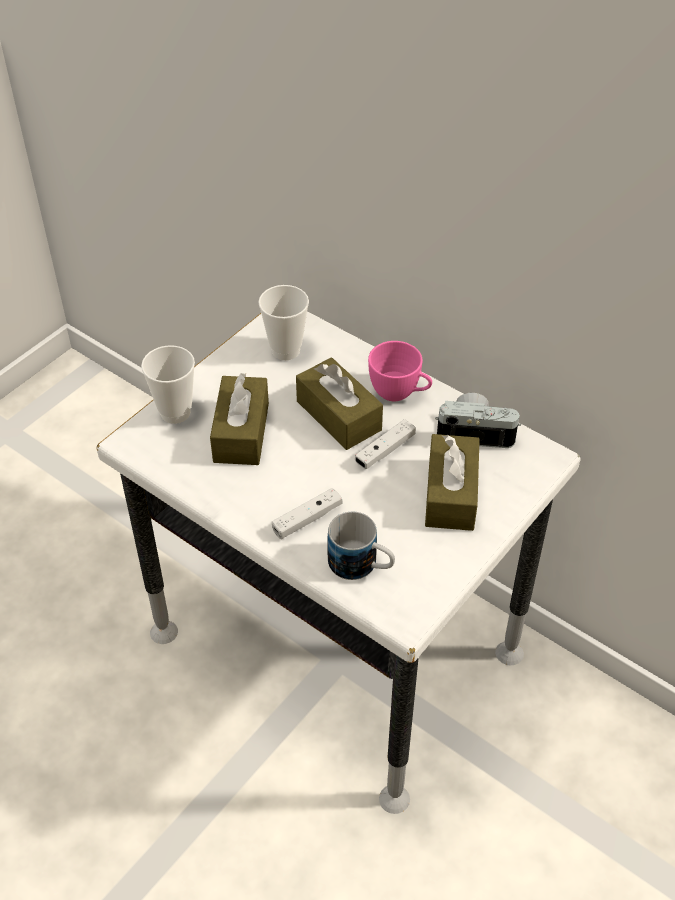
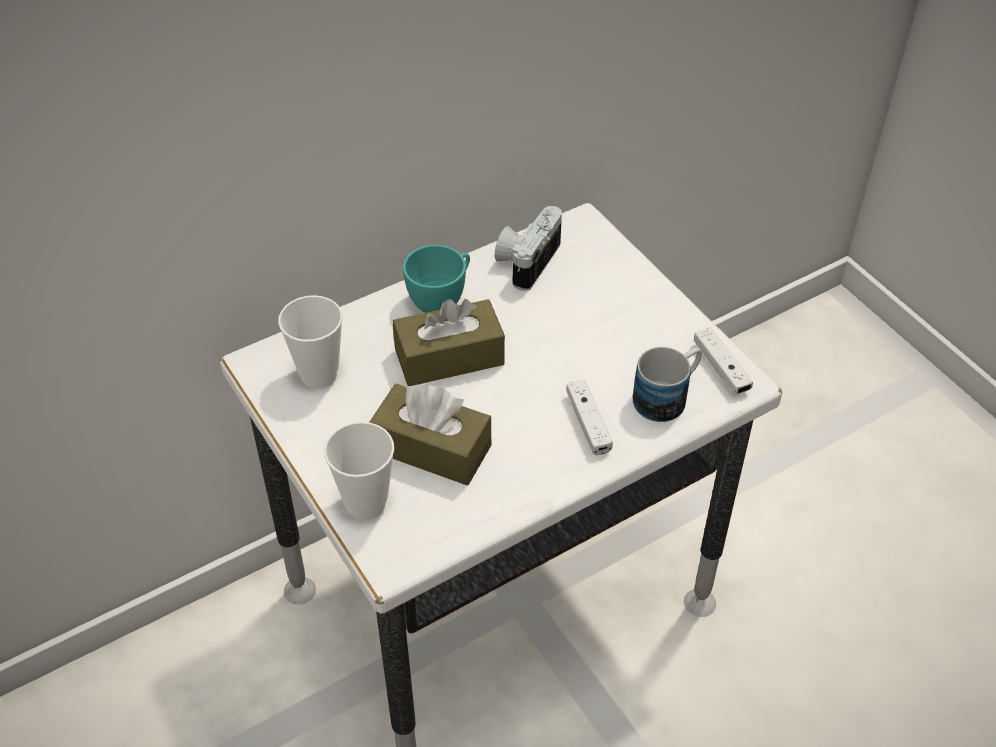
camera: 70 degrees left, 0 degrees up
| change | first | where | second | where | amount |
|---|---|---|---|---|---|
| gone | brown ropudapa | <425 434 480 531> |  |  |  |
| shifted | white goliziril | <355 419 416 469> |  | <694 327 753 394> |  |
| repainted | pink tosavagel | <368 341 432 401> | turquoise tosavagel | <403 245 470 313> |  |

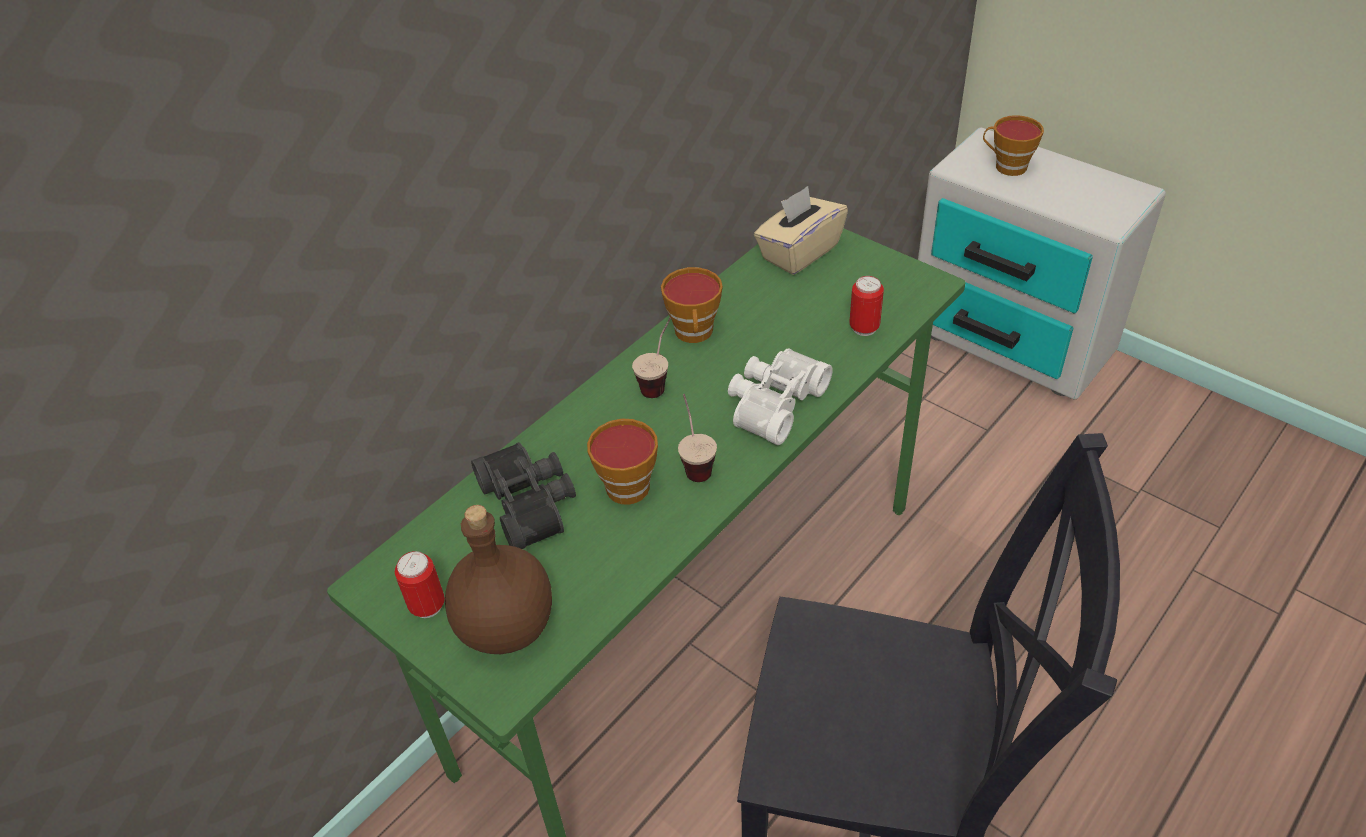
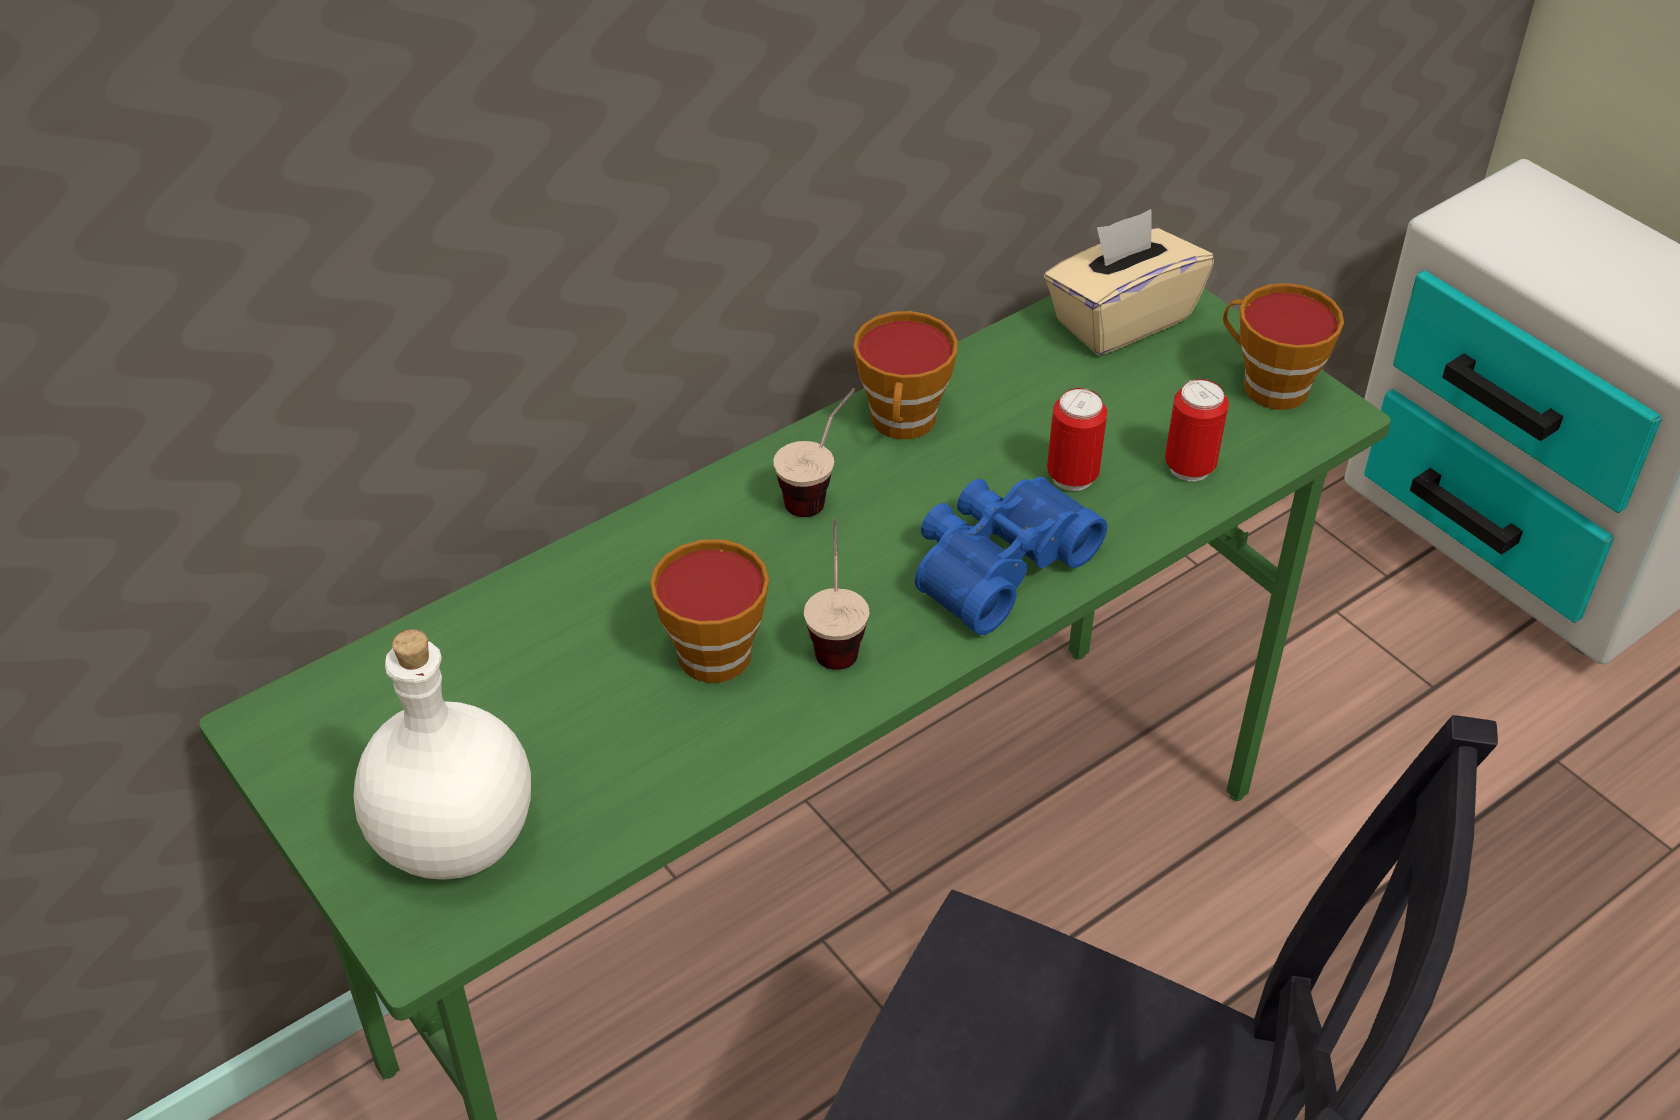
camera: 10 degrees right, 0 degrees up
| change | first | where | second | where | amount |
|---|---|---|---|---|---|
| gone | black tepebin | <471 442 576 549> |  |  |  |
| shifted | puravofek | <395 551 445 618> |  | <1047 388 1107 491> |  |
| shifted | tosavagel | <983 115 1044 176> |  | <1223 283 1344 410> |  |
| repainted | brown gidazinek | <445 505 552 654> | white gidazinek | <354 629 531 880> |  |
| repainted | white tepebin | <728 348 833 445> | blue tepebin | <915 477 1107 635> |  |

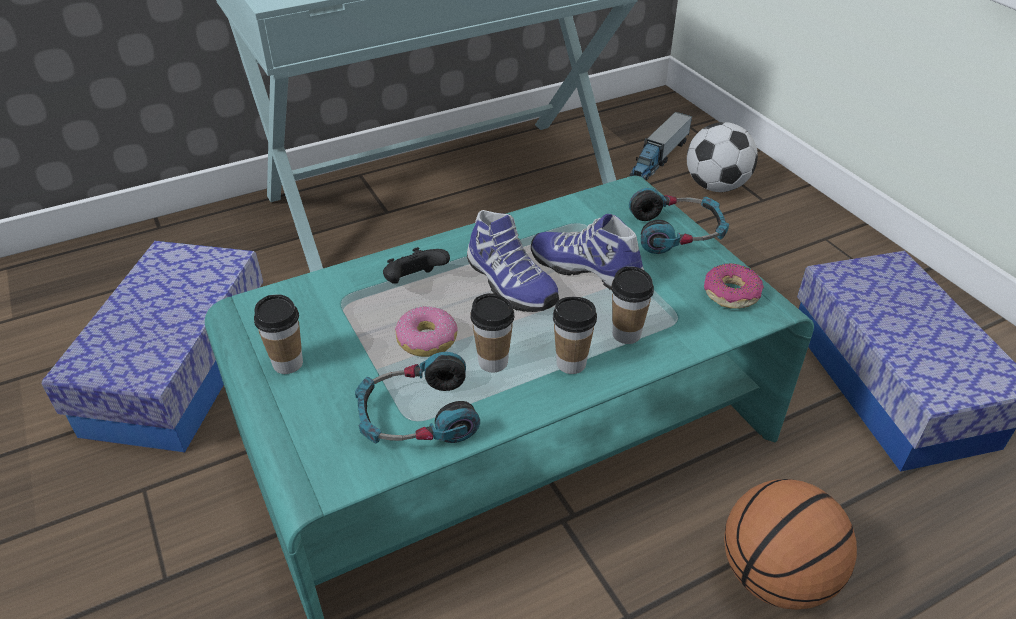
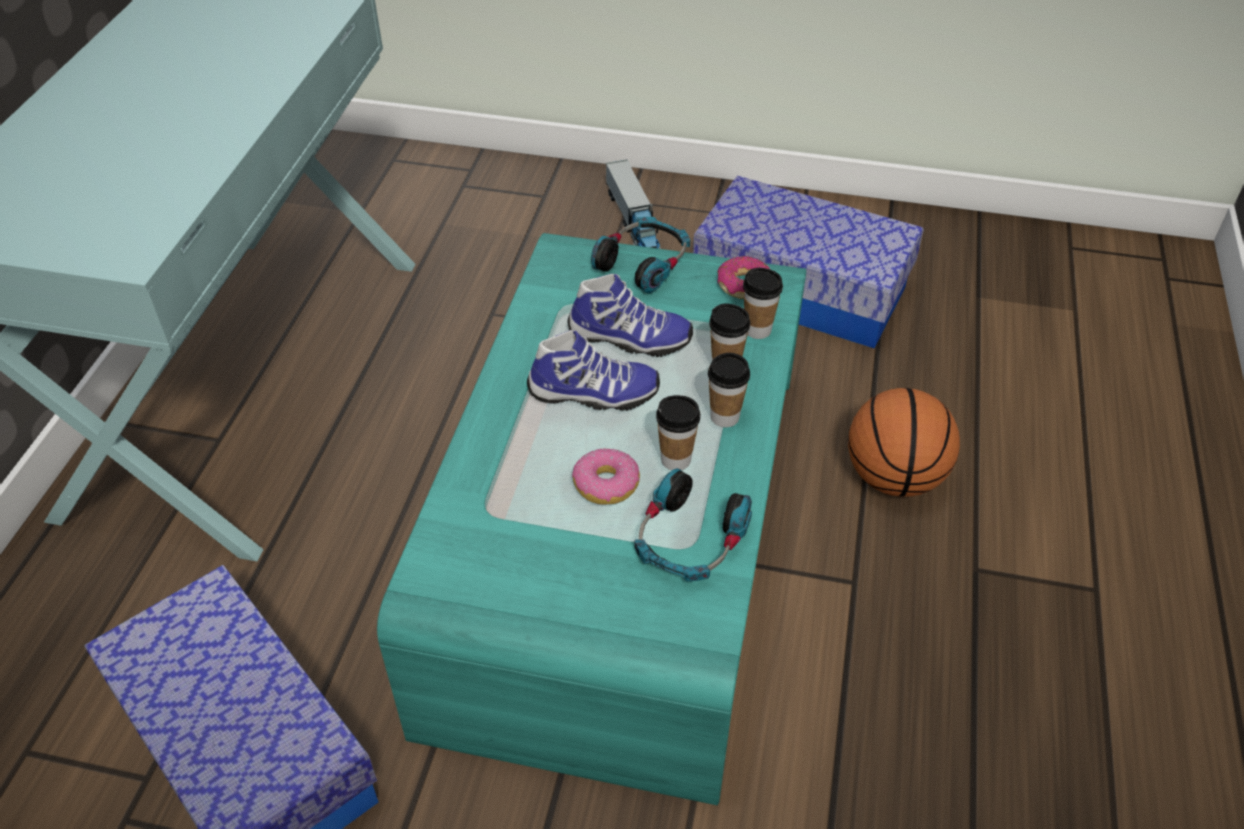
camera: 50 degrees left, 5 degrees up
| change | first | where | second | where | amount |
|---|---|---|---|---|---|
| gone | black goliziril | <383 247 450 284> |  |  |  |
| gone | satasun | <687 122 758 192> |  |  |  |
| shifted | tosavagel | <254 294 303 374> |  | <743 268 783 339> |  |
| shifted | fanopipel | <629 112 692 180> |  | <606 160 661 249> |  |
| rotated | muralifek | <531 214 644 290> |  | <568 273 693 357> | 150 degrees counterclockwise |

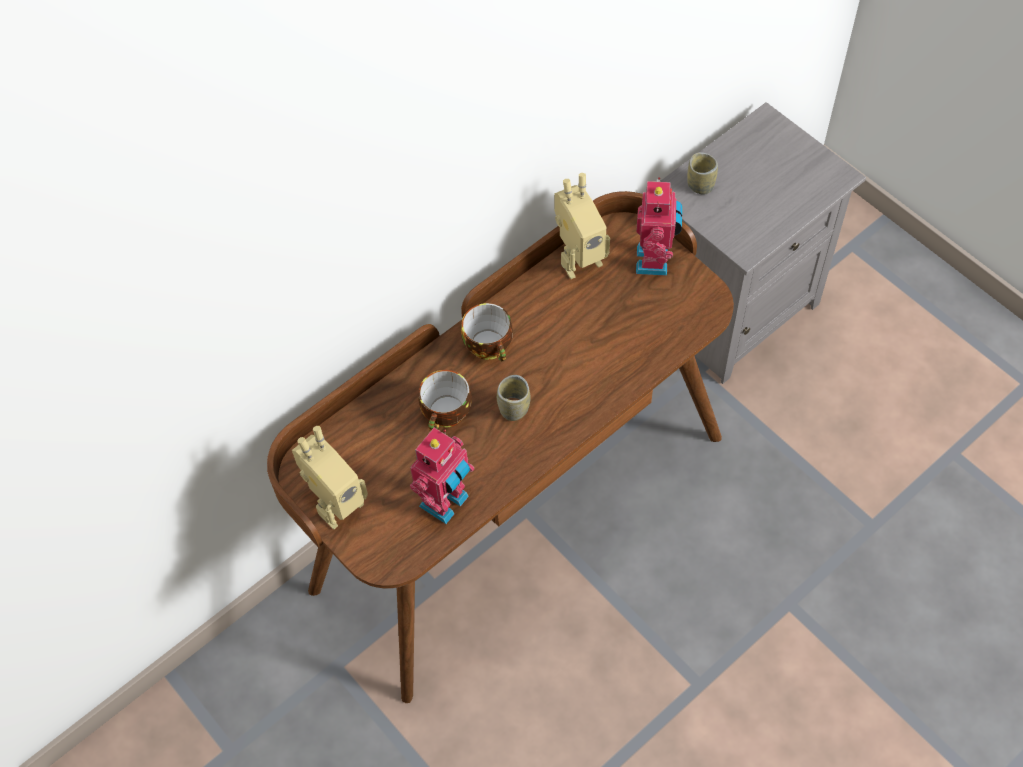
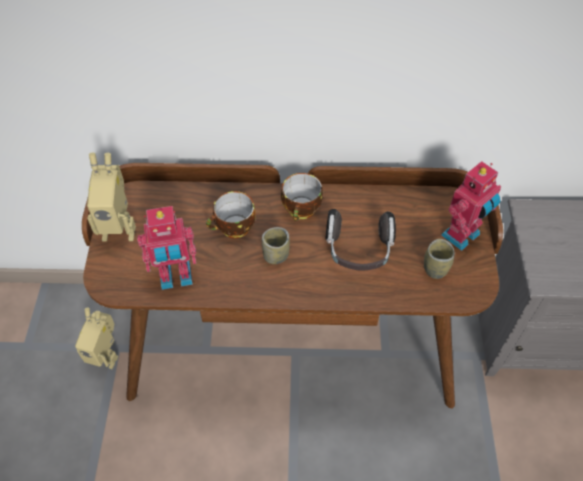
camera: 40 degrees right, 5 degrees down
| change | first | where | second | where | amount |
|---|---|---|---|---|---|
| new |  |  | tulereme | <326 209 396 271> |  |
| shifted | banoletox | <554 173 610 279> |  | <75 308 118 369> |  |
| shifted | tosavagel | <687 152 718 195> |  | <424 239 455 279> |  |

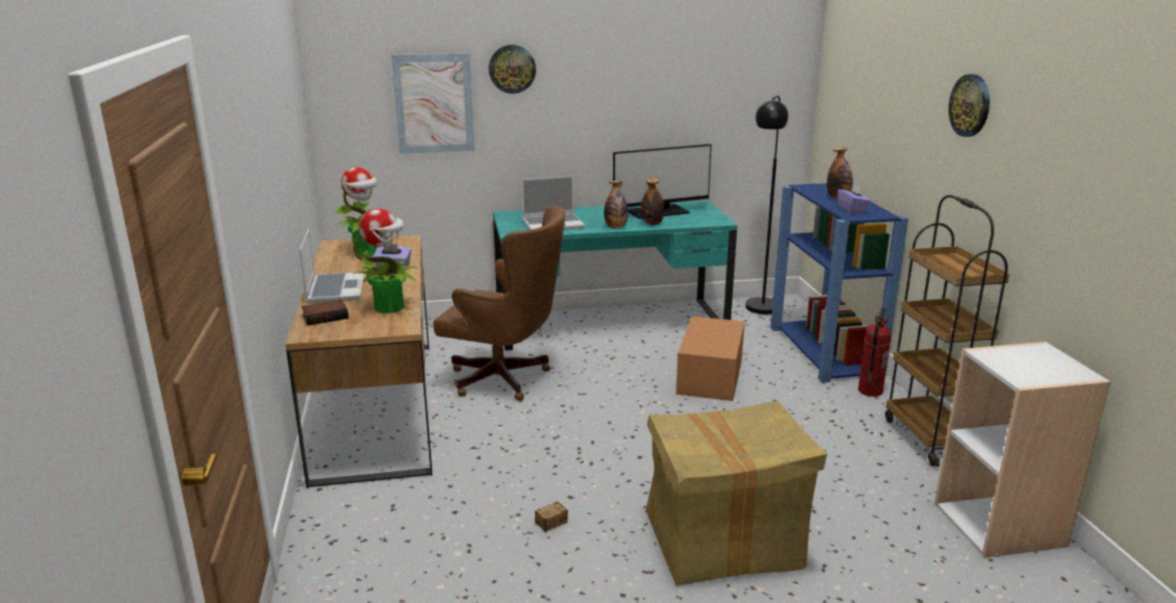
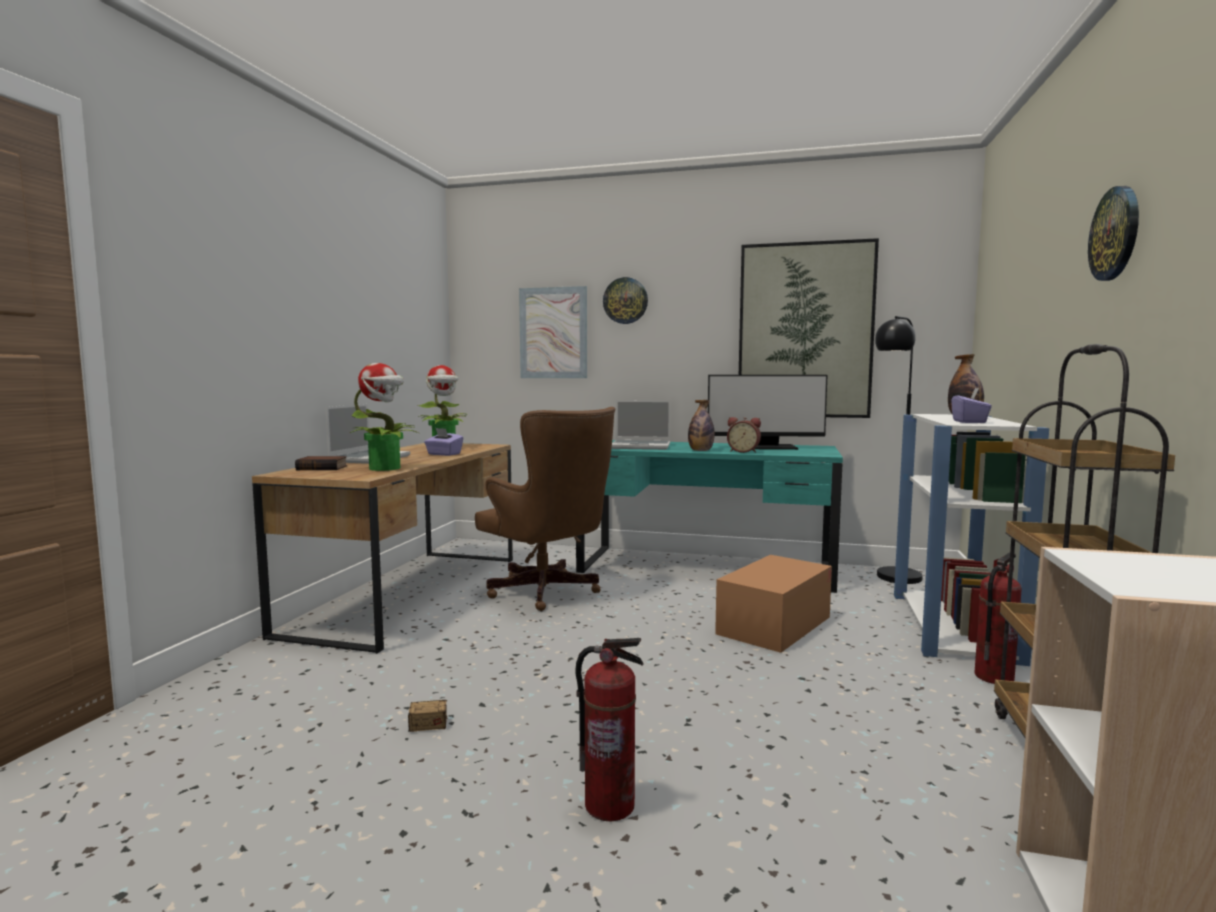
camera: 25 degrees right, 15 degrees down
| change | first | where | second | where | amount |
|---|---|---|---|---|---|
| new |  |  | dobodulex | <739 238 879 418> |  |
| swapped | gidazinek | <640 178 664 225> | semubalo | <727 417 761 453> |  |
| swapped | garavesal | <646 401 827 586> | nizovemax | <575 638 644 821> |  |
| repainted | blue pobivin | <770 183 908 383> | white pobivin | <894 414 1049 666> |  |

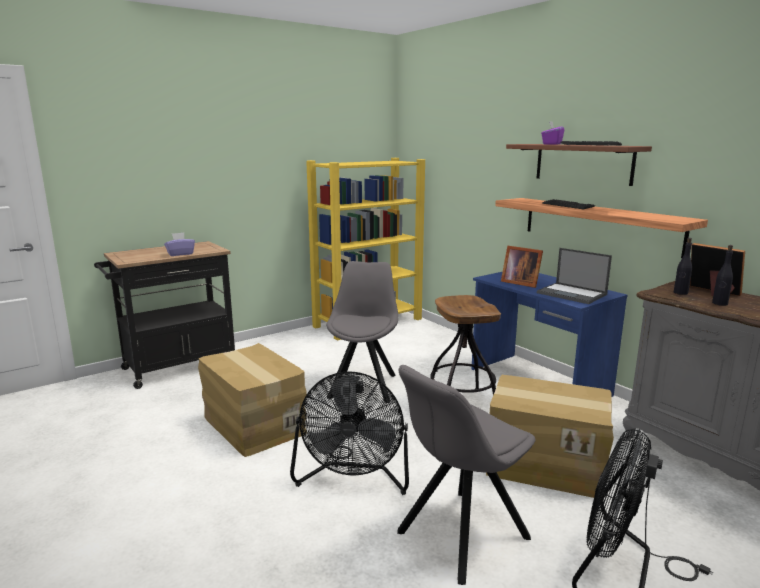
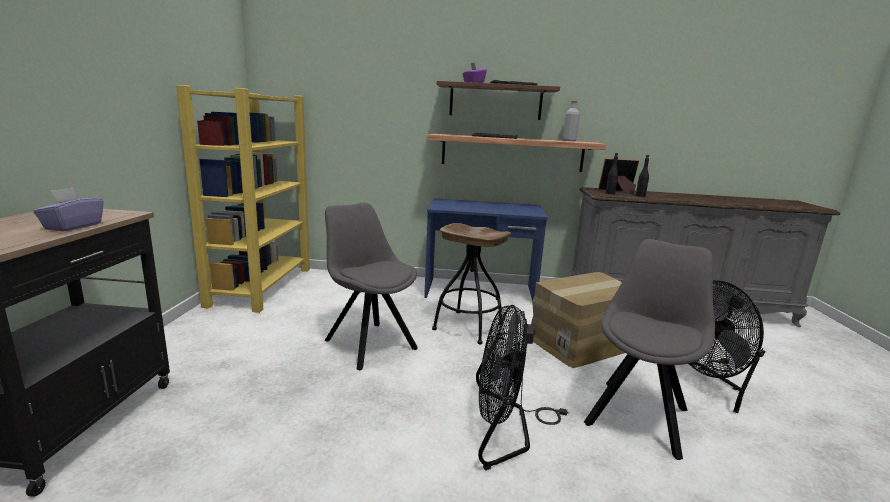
camera: 50 degrees left, 0 degrees up
| change | first | where | second | where | amount |
|---|---|---|---|---|---|
| gone | garavesal | <198 343 307 457> |  |  |  |
| gone | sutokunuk | <501 246 543 288> |  |  |  |
| gone | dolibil | <537 248 612 304> |  |  |  |
| new |  |  | grey gidazinek | <563 101 580 141> |  |
| rotated | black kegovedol | <290 372 409 495> |  | <476 305 570 471> | 135 degrees clockwise |
| rotated | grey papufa | <397 365 536 585> |  | <584 239 715 460> | 150 degrees counterclockwise |

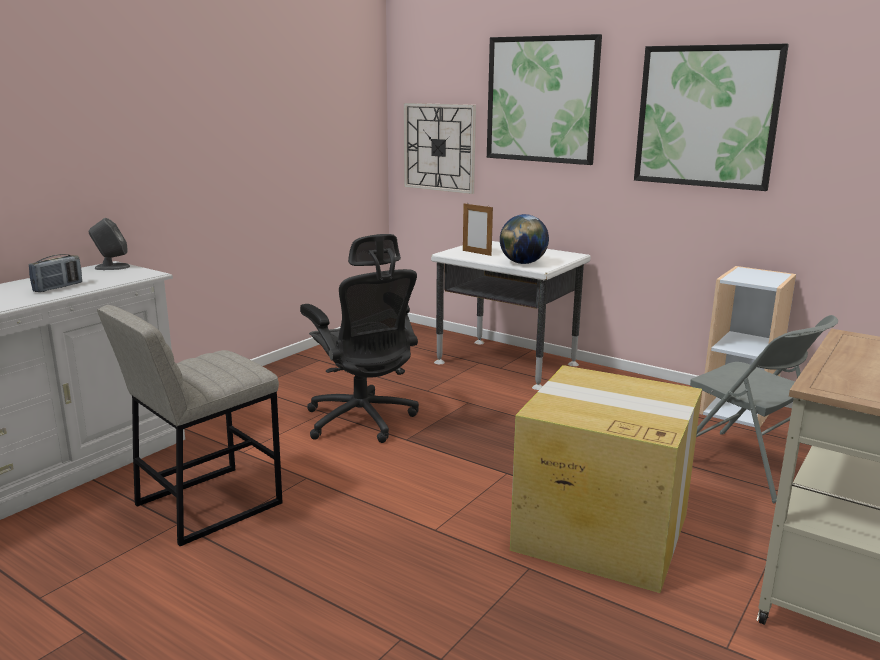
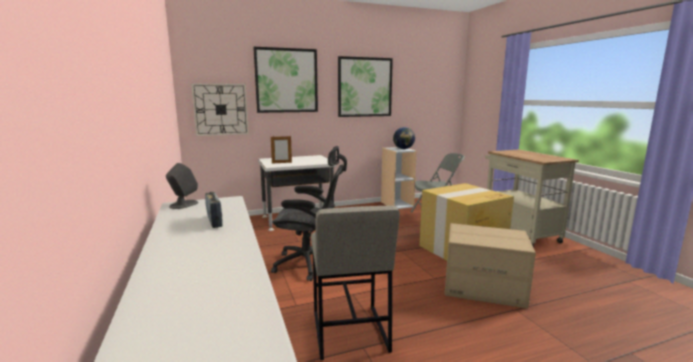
camera: 55 degrees left, 5 degrees down
| change | first | where | second | where | amount |
|---|---|---|---|---|---|
| new |  |  | garavesal | <445 223 536 309> |  |
| shifted | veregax | <500 214 549 264> |  | <393 127 415 149> |  |

